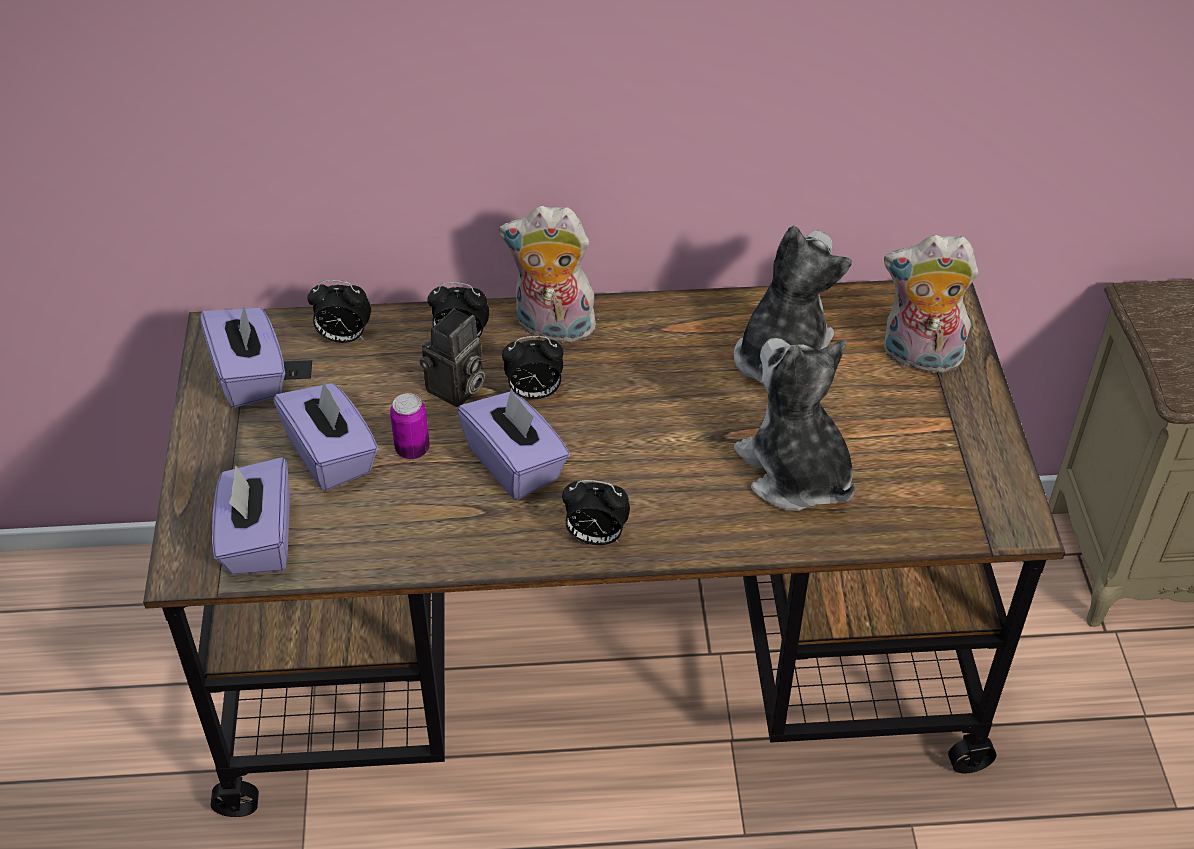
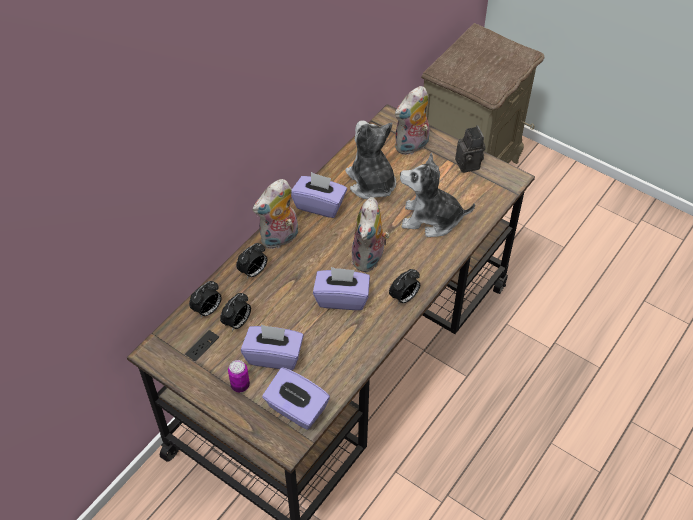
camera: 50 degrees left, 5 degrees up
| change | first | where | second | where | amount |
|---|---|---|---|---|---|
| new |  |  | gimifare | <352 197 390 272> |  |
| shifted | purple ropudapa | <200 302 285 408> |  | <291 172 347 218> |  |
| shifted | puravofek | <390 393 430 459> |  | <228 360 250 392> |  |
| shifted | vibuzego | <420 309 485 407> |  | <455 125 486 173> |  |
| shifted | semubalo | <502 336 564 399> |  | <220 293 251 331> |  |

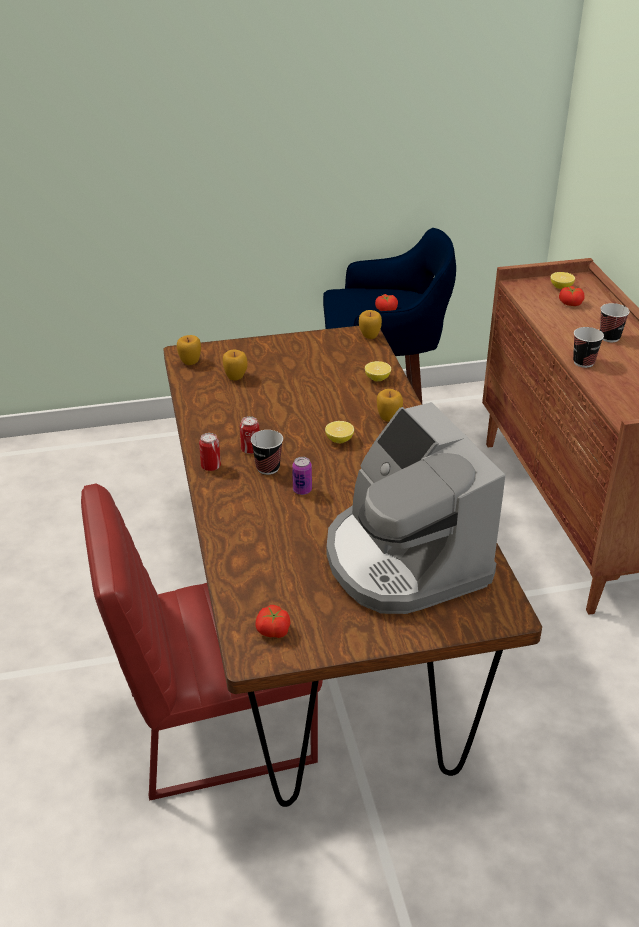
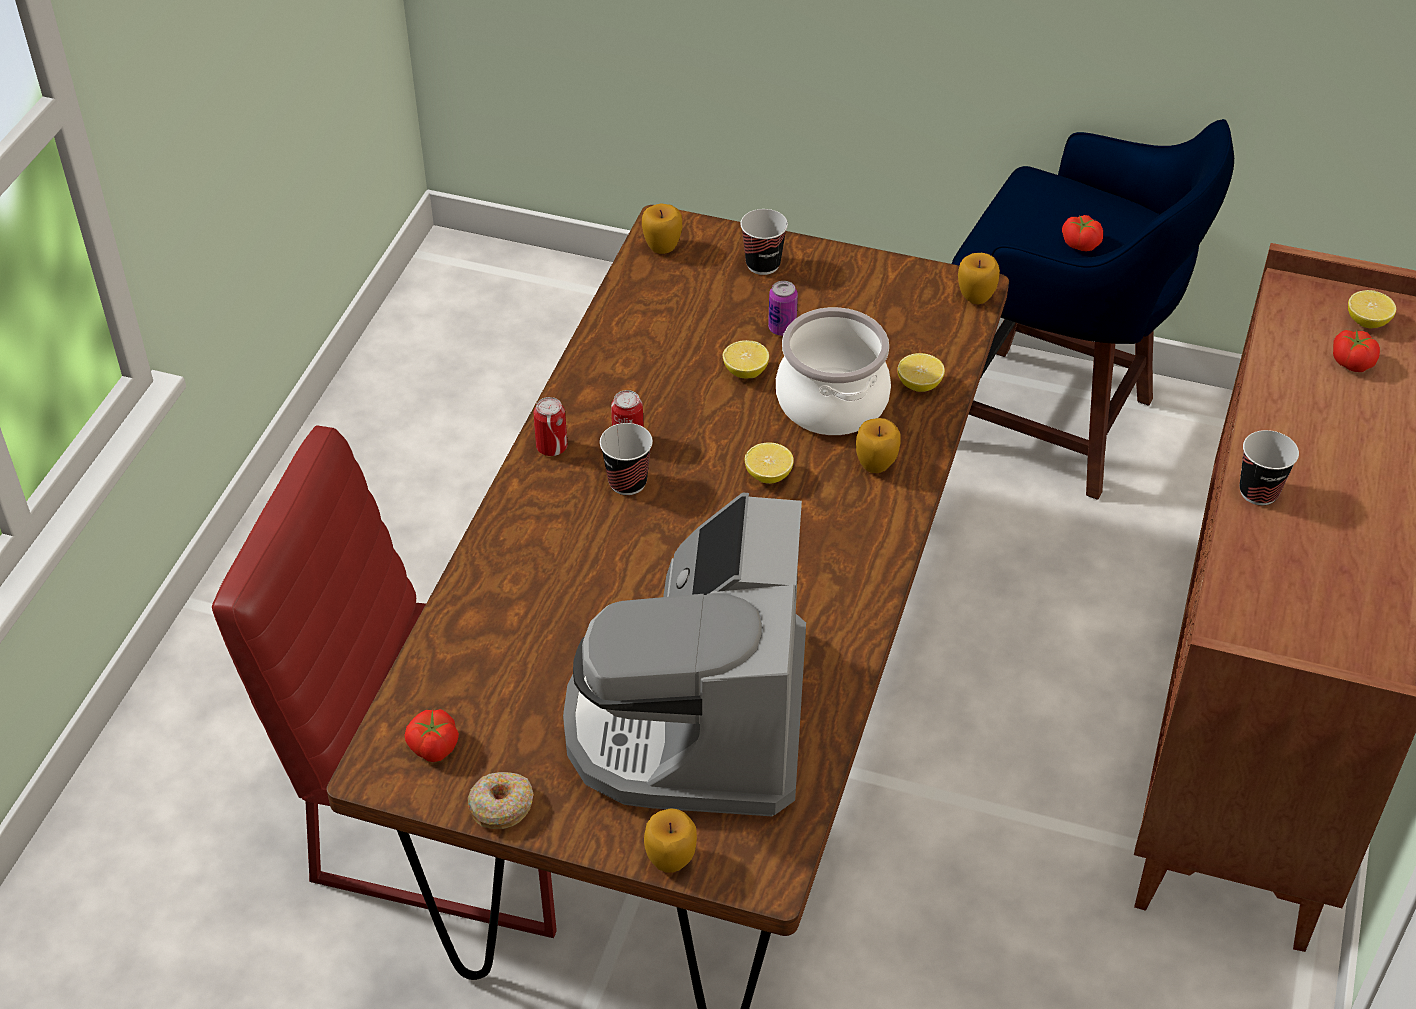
camera: 30 degrees right, 10 degrees up
| change | first | where | second | where | amount |
|---|---|---|---|---|---|
| new |  |  | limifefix | <468 772 533 829> |  |
| new |  |  | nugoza | <723 340 769 378> |  |
| new |  |  | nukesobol | <776 307 891 435> |  |
| shifted | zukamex | <223 349 248 381> |  | <644 808 697 873> |  |
| shifted | puravofek | <292 457 312 495> |  | <768 281 798 336> |  |
| shifted | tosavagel | <600 303 630 342> |  | <740 209 788 275> |  |

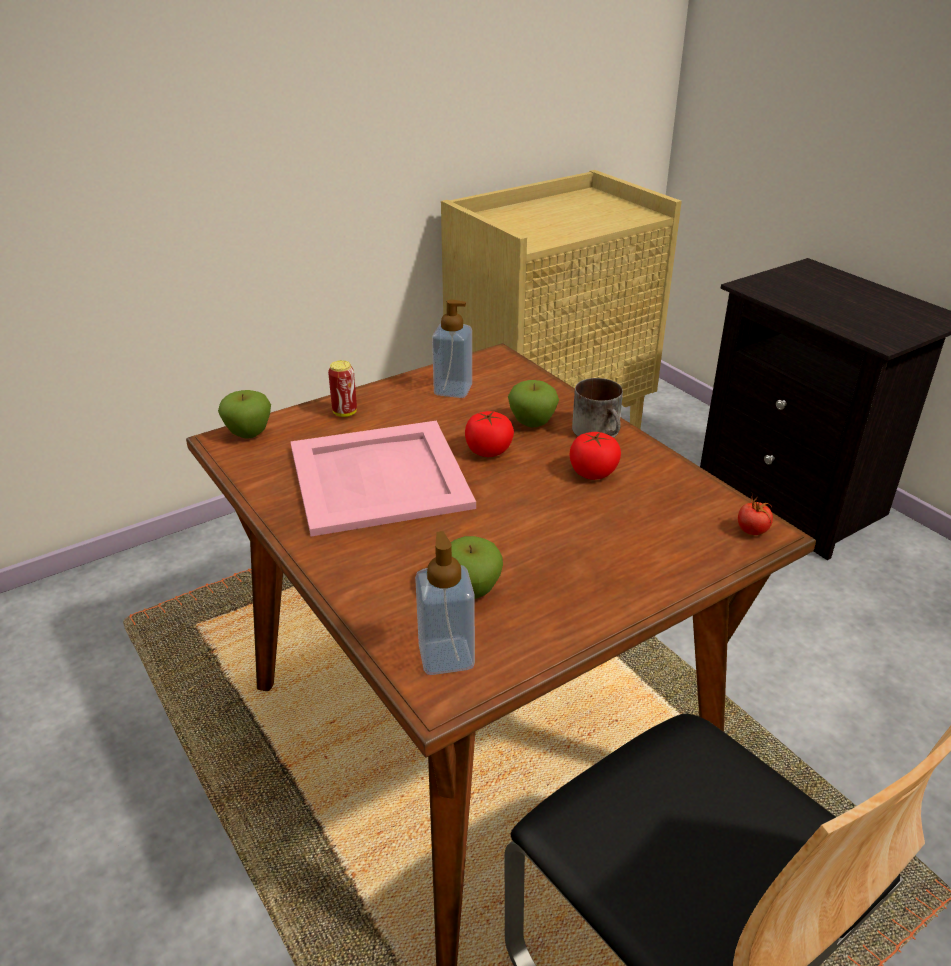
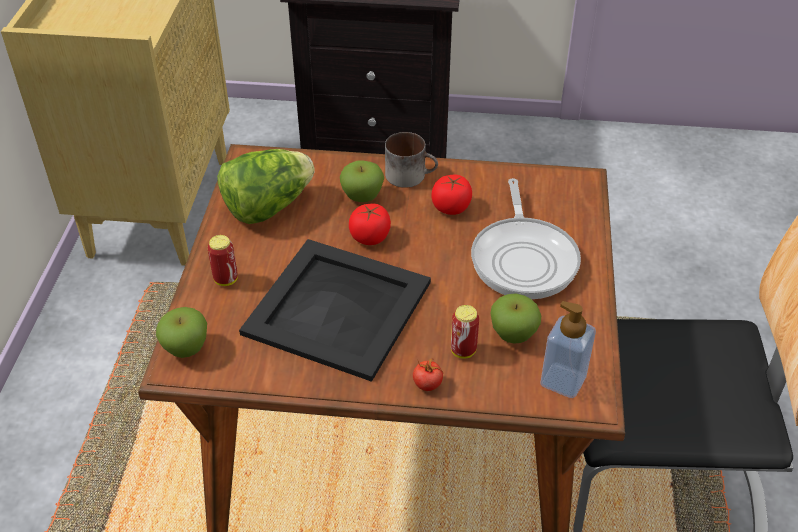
camera: 50 degrees left, 10 degrees up
| change | first | where | second | where | amount |
|---|---|---|---|---|---|
| new |  |  | puravofek | <451 305 479 359> |  |
| new |  |  | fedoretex | <471 178 581 299> |  |
| shifted | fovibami | <738 497 773 535> |  | <413 359 443 391> |  |
| swapped | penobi | <432 299 472 398> | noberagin | <217 149 315 224> |  |
| repainted | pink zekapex | <290 420 476 537> | black zekapex | <239 239 431 382> |  |

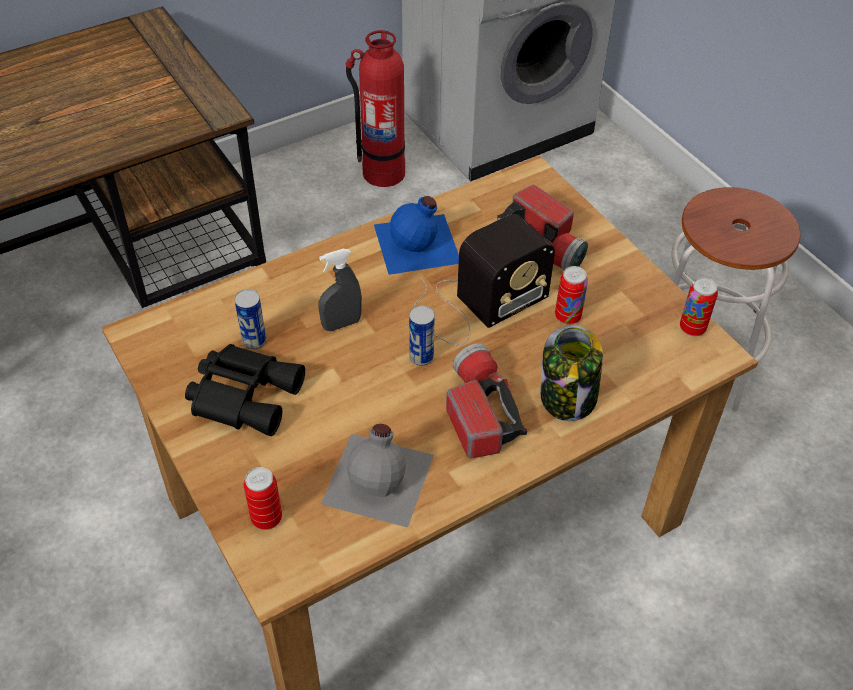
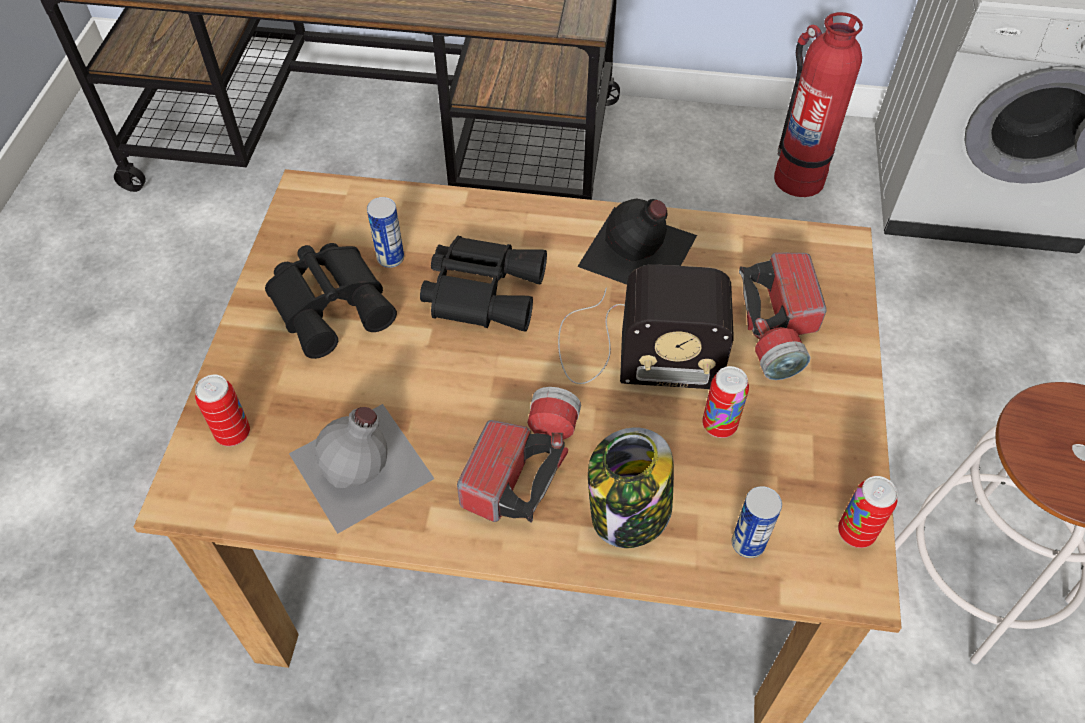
camera: 40 degrees right, 5 degrees up
| change | first | where | second | where | amount |
|---|---|---|---|---|---|
| shifted | puravofek | <409 306 435 366> |  | <732 486 782 558> |  |
| swapped | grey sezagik | <318 249 362 331> | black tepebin | <420 236 547 332> |  |
| repainted | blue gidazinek | <374 196 459 275> | black gidazinek | <577 199 697 285> |  |

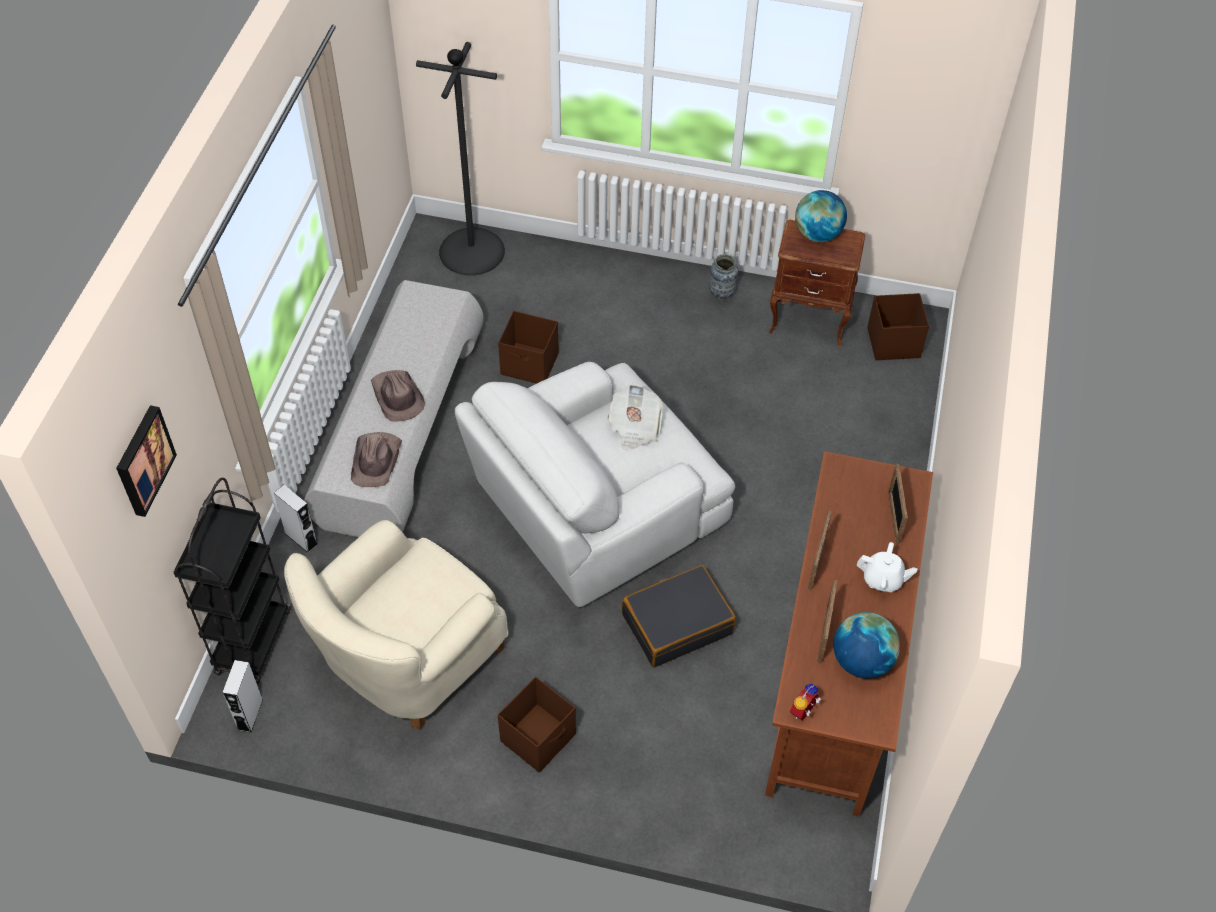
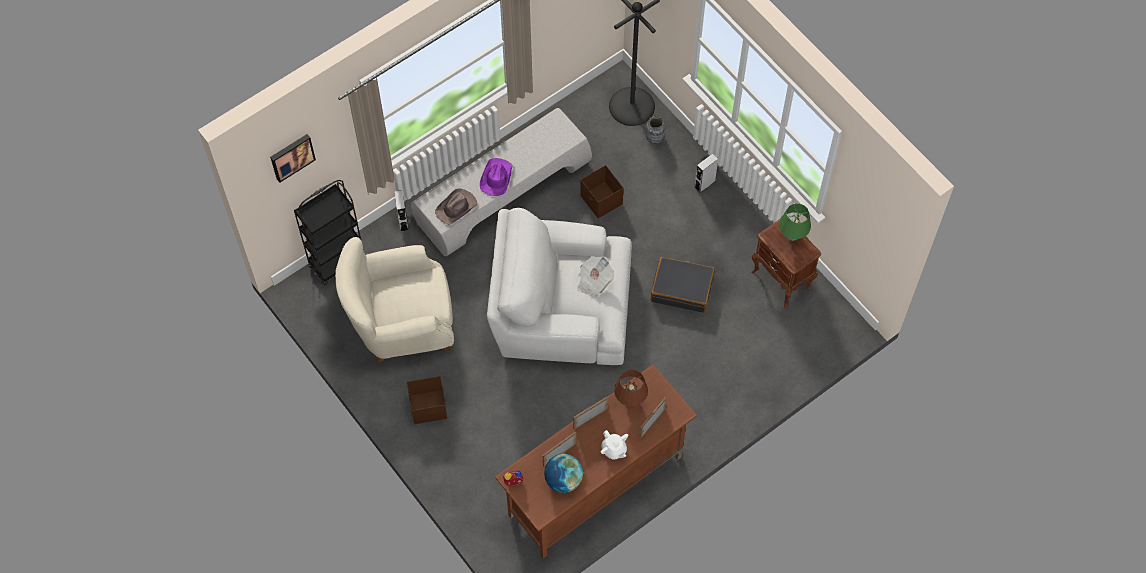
camera: 40 degrees right, 10 degrees up
| change | first | where | second | where | amount |
|---|---|---|---|---|---|
| gone | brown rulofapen | <867 293 929 360> |  |  |  |
| new |  |  | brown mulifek | <614 369 648 406> |  |
| shifted | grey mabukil | <222 660 263 733> |  | <694 153 718 193> |  |
| shifted | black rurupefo | <622 565 736 667> |  | <651 257 715 313> |  |
| shifted | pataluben | <709 254 739 300> |  | <646 116 666 144> |  |
| swapped | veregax | <795 190 847 242> | green mulifek | <779 203 811 241> |  |
| repainted | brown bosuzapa | <371 370 425 422> | purple bosuzapa | <480 158 513 196> |  |

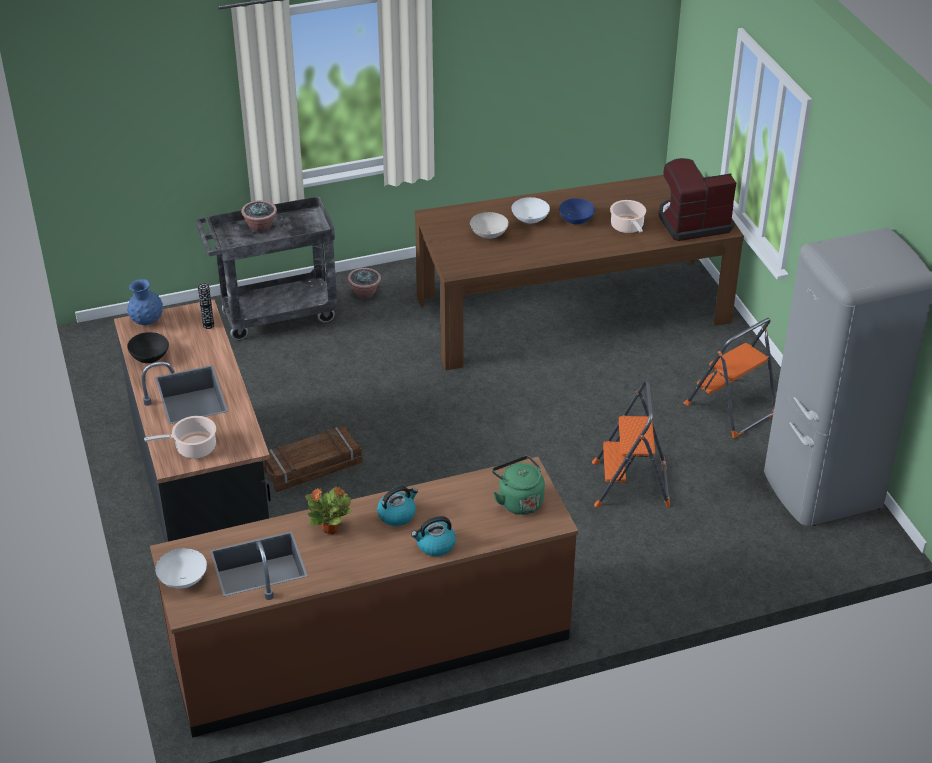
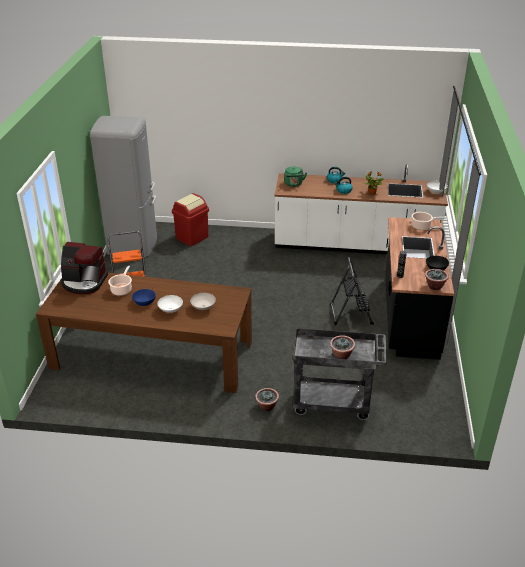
camera: 155 degrees left, 5 degrees down
| change | first | where | second | where | amount |
|---|---|---|---|---|---|
| gone | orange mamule | <592 380 670 507> |  |  |  |
| new |  |  | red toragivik | <172 193 209 246> |  |
| swapped | blue pataluben | <127 279 163 325> | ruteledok | <425 269 449 290> |  |
| swapped | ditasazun | <263 426 362 492> | black mamule | <330 257 374 325> |  |
| repainted | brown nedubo | <150 457 578 738> | white nedubo | <274 164 448 254> |  |

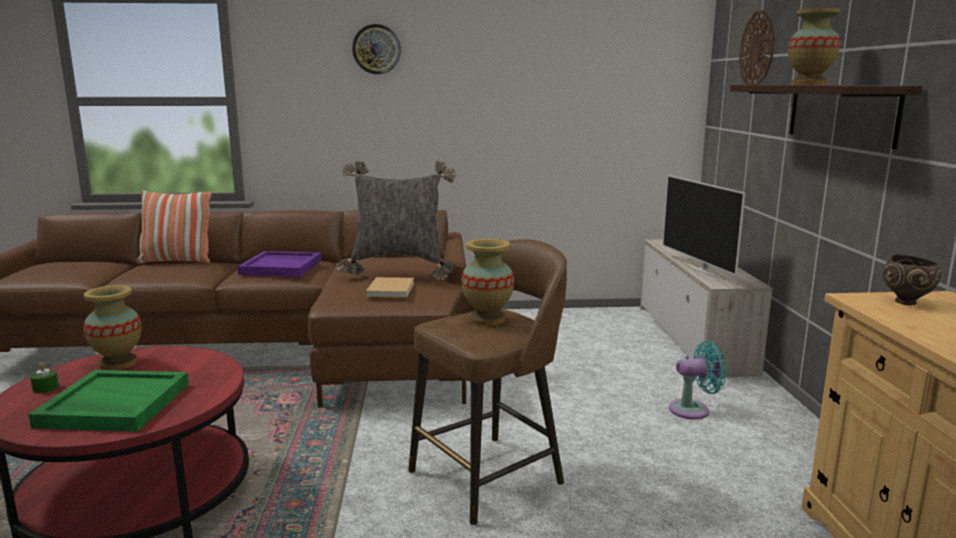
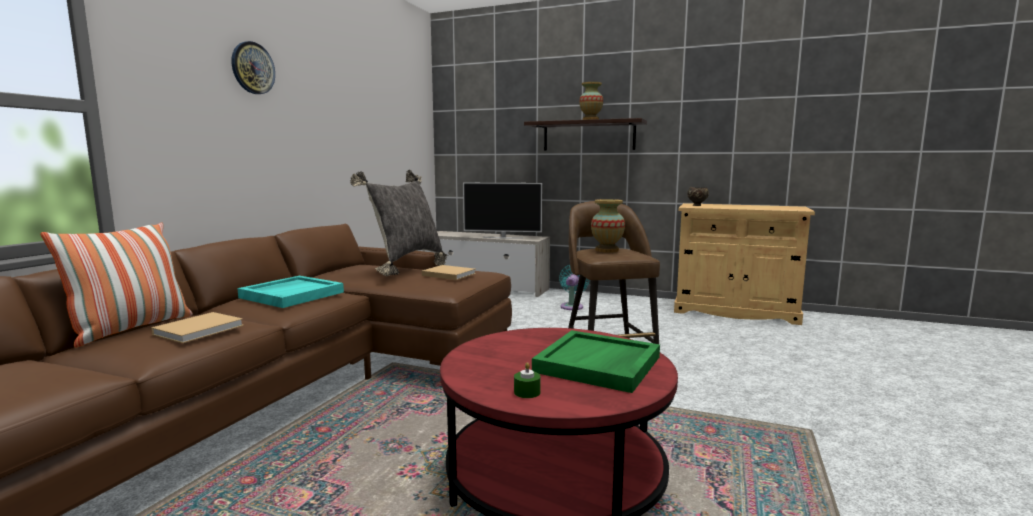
camera: 65 degrees left, 5 degrees down
| change | first | where | second | where | amount |
|---|---|---|---|---|---|
| gone | pataluben | <84 285 141 370> |  |  |  |
| gone | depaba | <739 10 775 85> |  |  |  |
| new |  |  | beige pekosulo | <151 312 244 343> |  |
| repainted | purple zekapex | <237 251 321 277> | turquoise zekapex | <237 276 344 308> |  |

